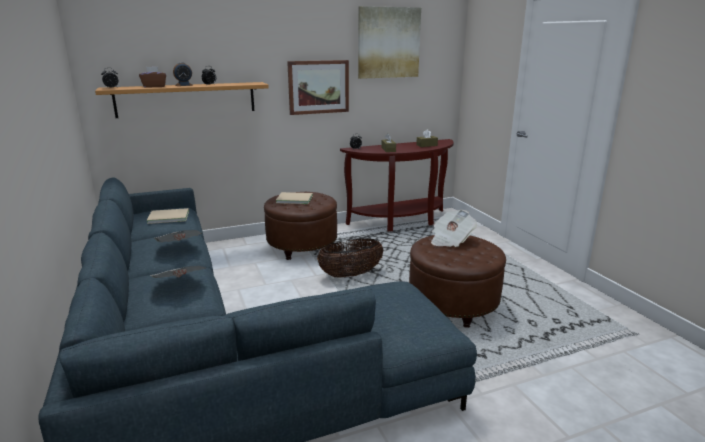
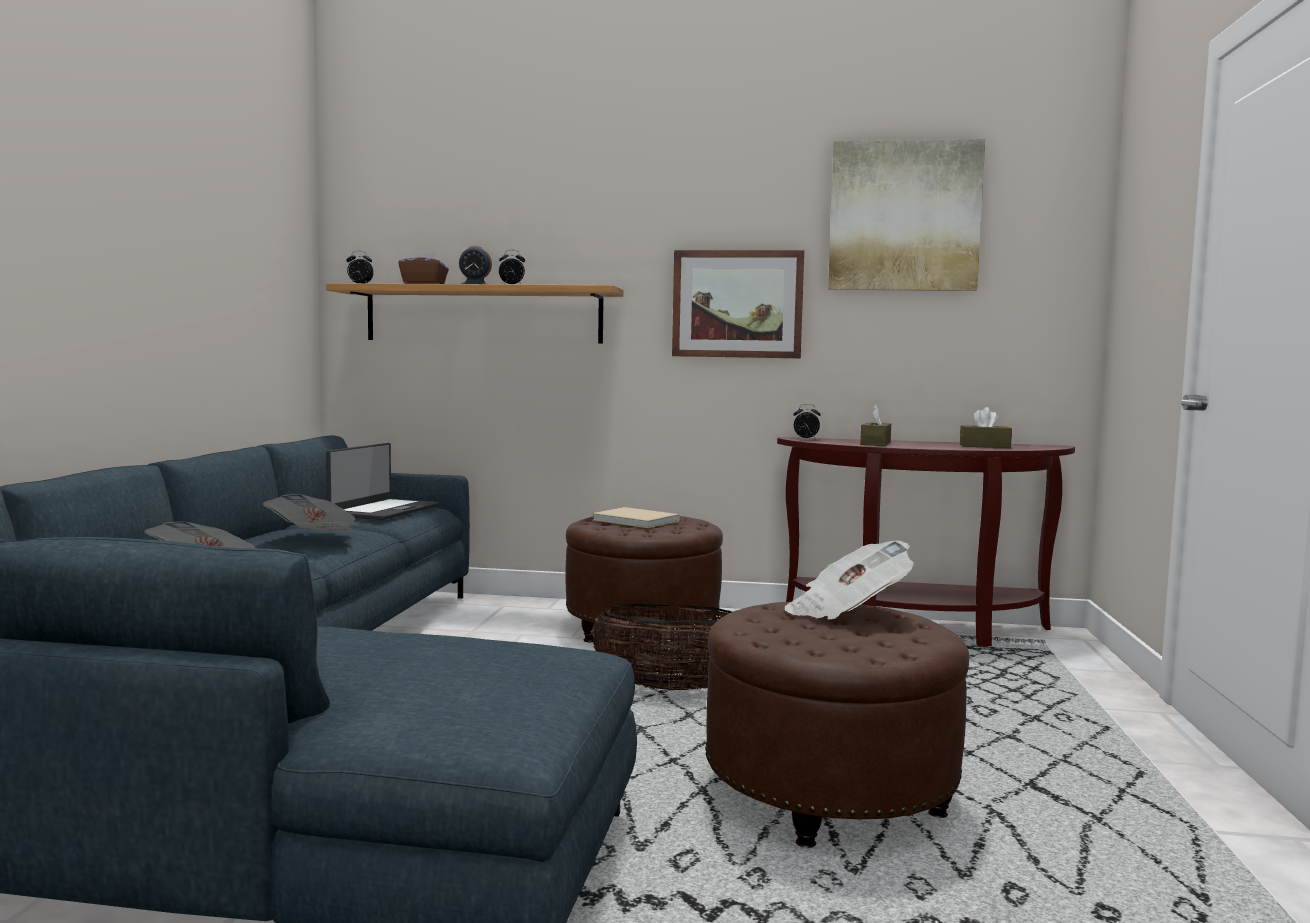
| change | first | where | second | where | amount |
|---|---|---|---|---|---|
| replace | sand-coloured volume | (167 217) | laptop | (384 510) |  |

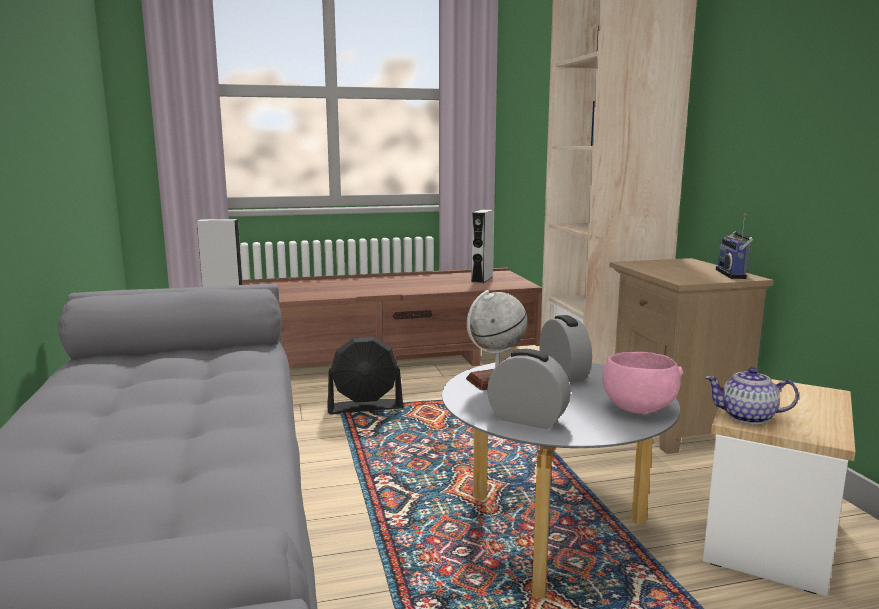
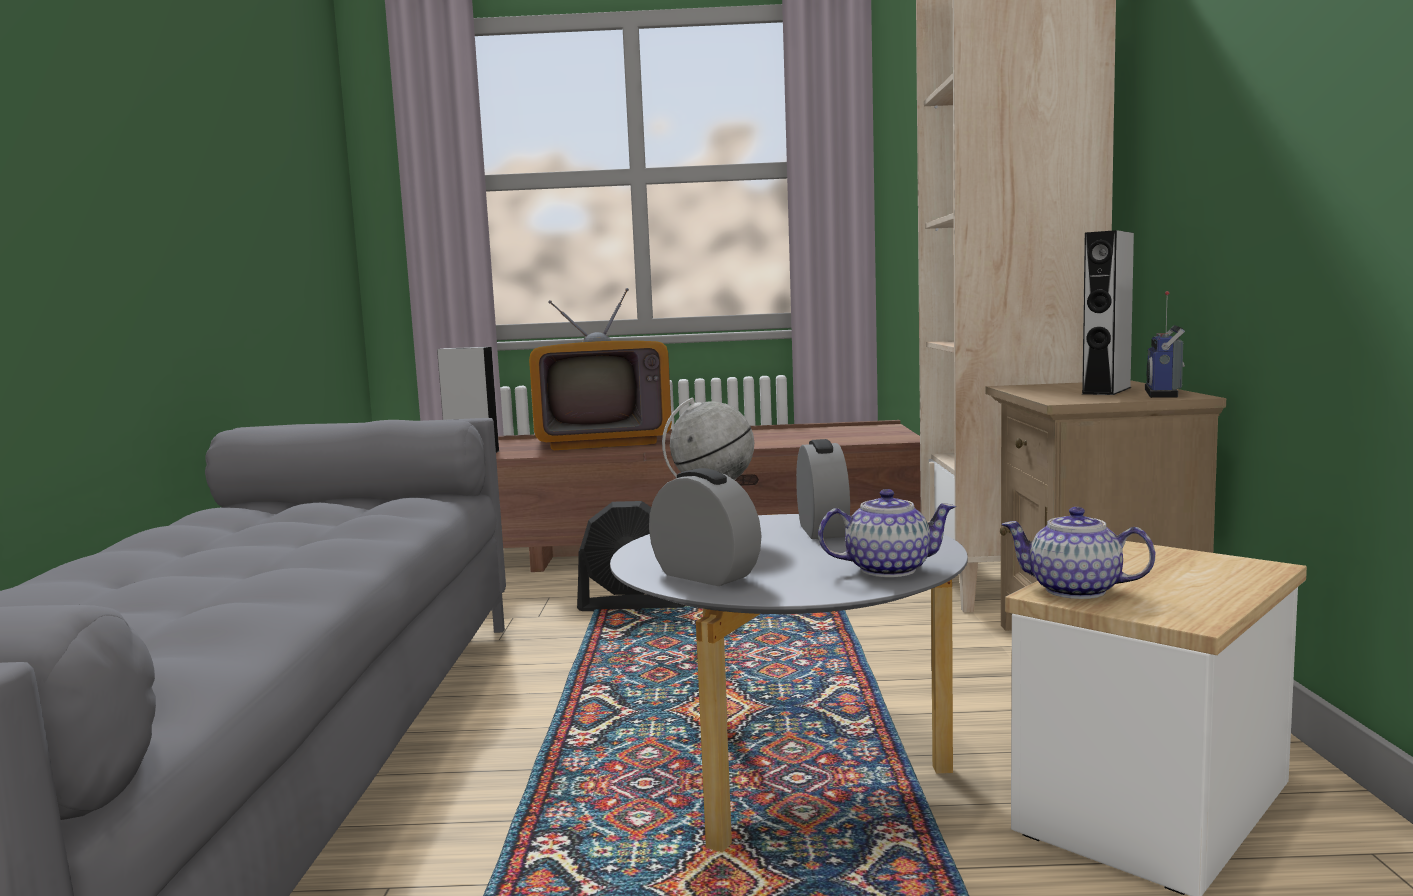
| change | first | where | second | where | amount |
|---|---|---|---|---|---|
| move | greyish speaker | (482 279) |  | (1106 390) |  |
| replace | pink serving bowl | (637 408) | pot for tea | (886 569) |  |
| insert |  |  | TV | (602 442) |  |

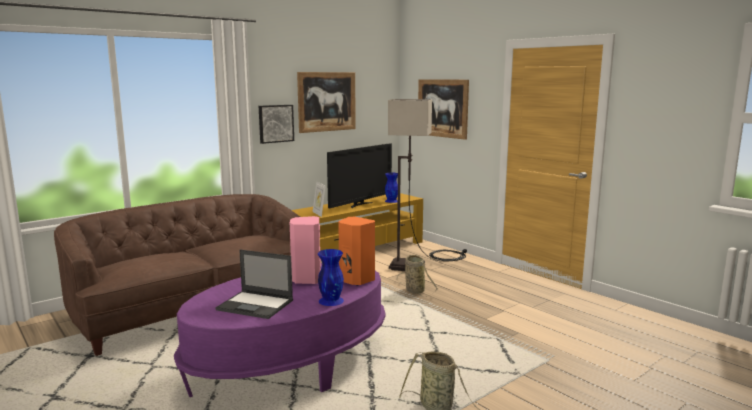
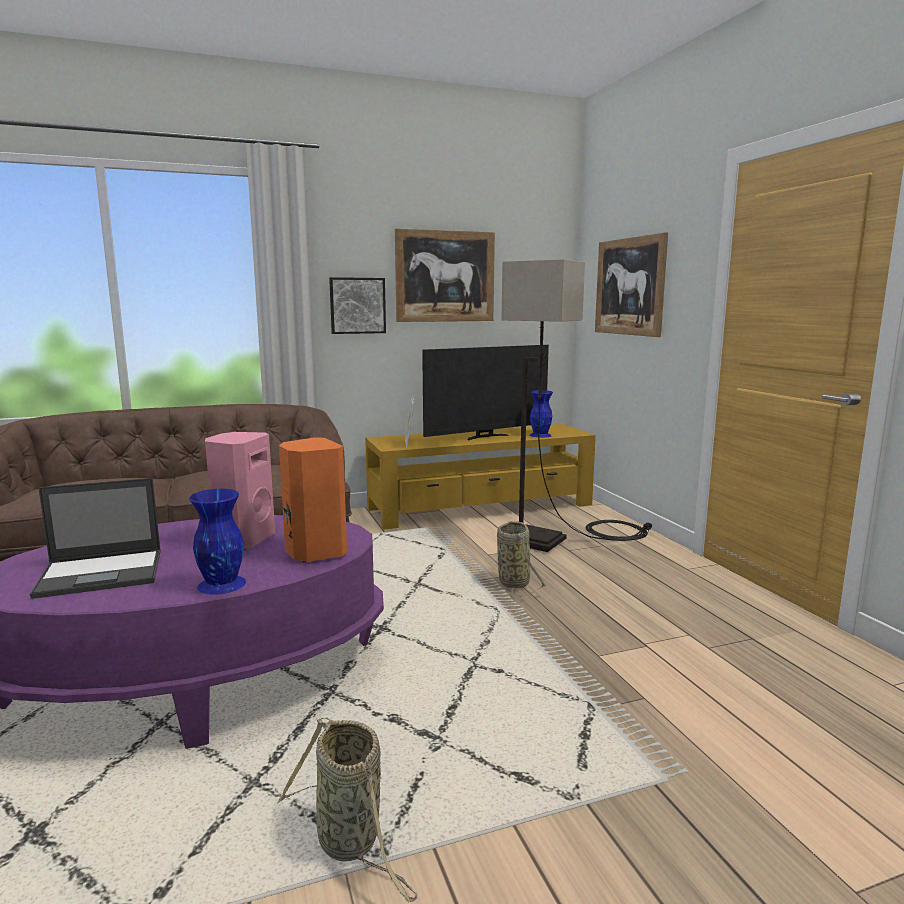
| change | first | where | second | where | amount |
|---|---|---|---|---|---|
| rotate | laptop | (256 305) |  | (103 573) | 60 degrees counterclockwise |

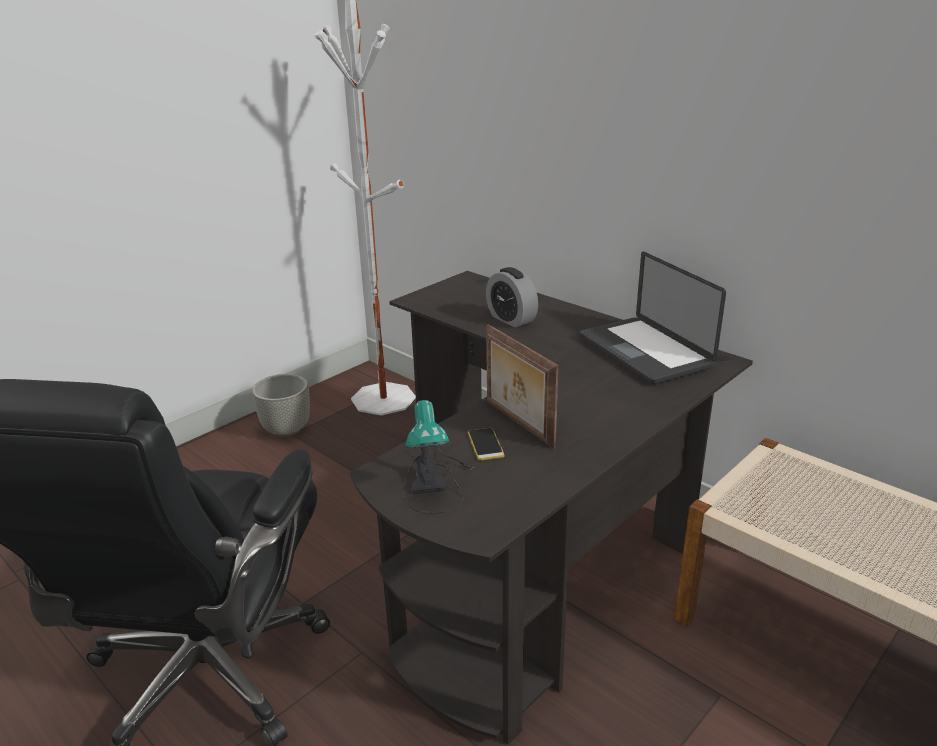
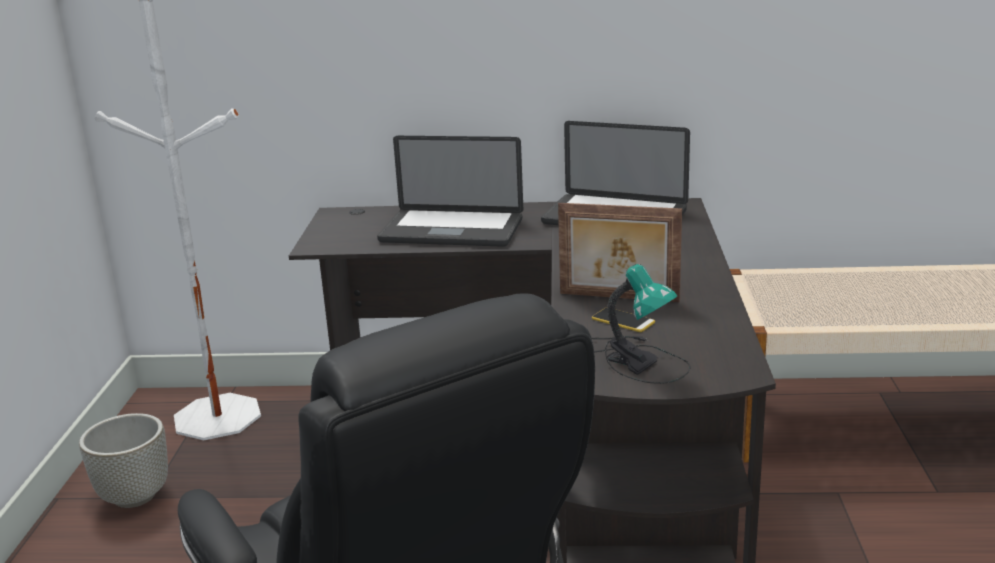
| change | first | where | second | where | amount |
|---|---|---|---|---|---|
| replace | table clock | (511 319) | laptop | (451 231) |  |

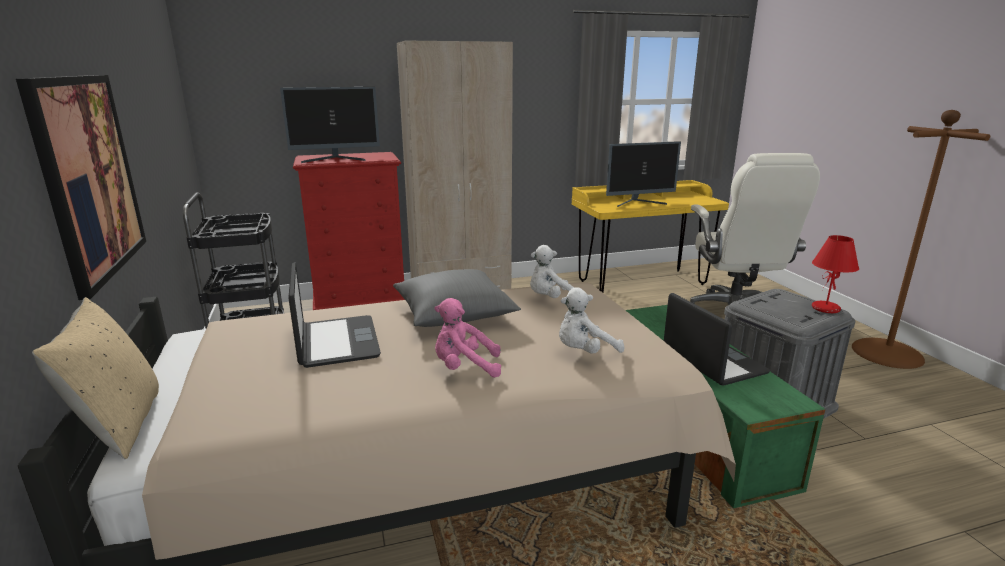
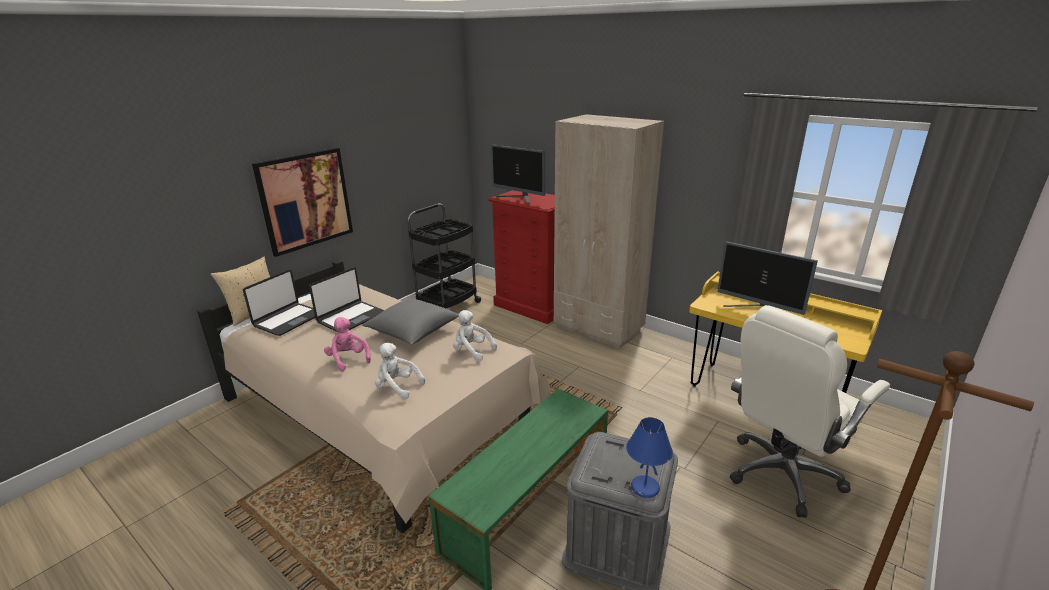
| change | first | where | second | where | amount |
|---|---|---|---|---|---|
| recolor | red tabletop lamp | (825 309) | blue-coloured tabletop lamp | (644 488) |  |
| move | laptop | (712 362) |  | (288 320) |  |

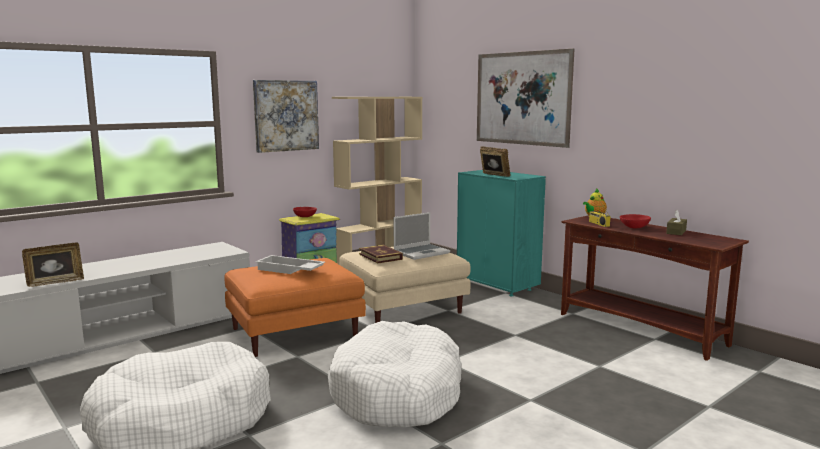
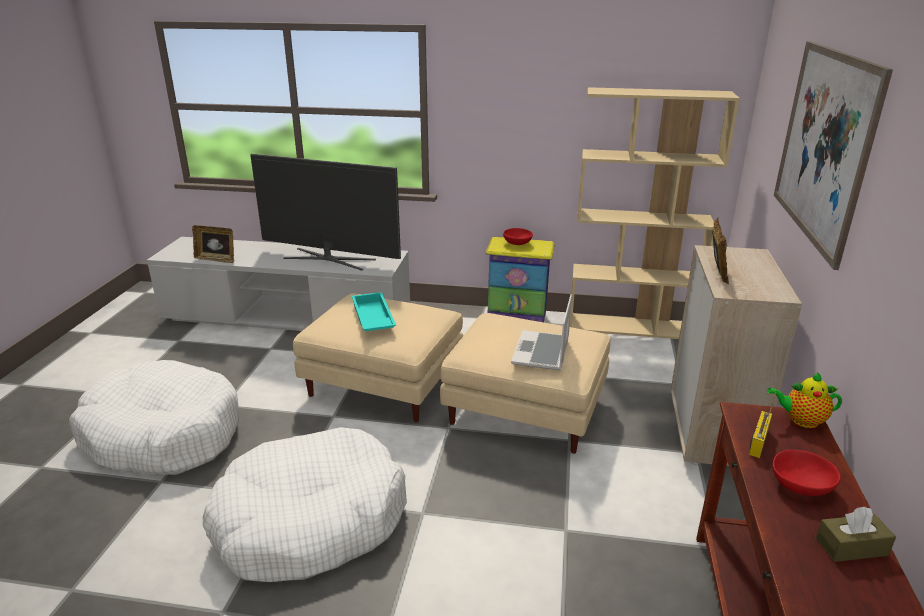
| change | first | where | second | where | amount |
|---|---|---|---|---|---|
| delete | wall art | (286 115) |  |  |  |
| recolor | blue-green cupboard | (498 286) | sand-coloured cupboard | (710 436) |  |
| rotate | laptop | (421 252) |  | (542 352) | 90 degrees clockwise |
| delete | volume | (380 257) |  |  |  |
| recolor | white-coloured carrying tray | (289 270) | blue-green carrying tray | (372 318) |  |
| recolor | orange-coloured ottoman | (296 332) | sand-coloured ottoman | (385 384) |  |
| insert |  |  | TV | (329 259) |  |

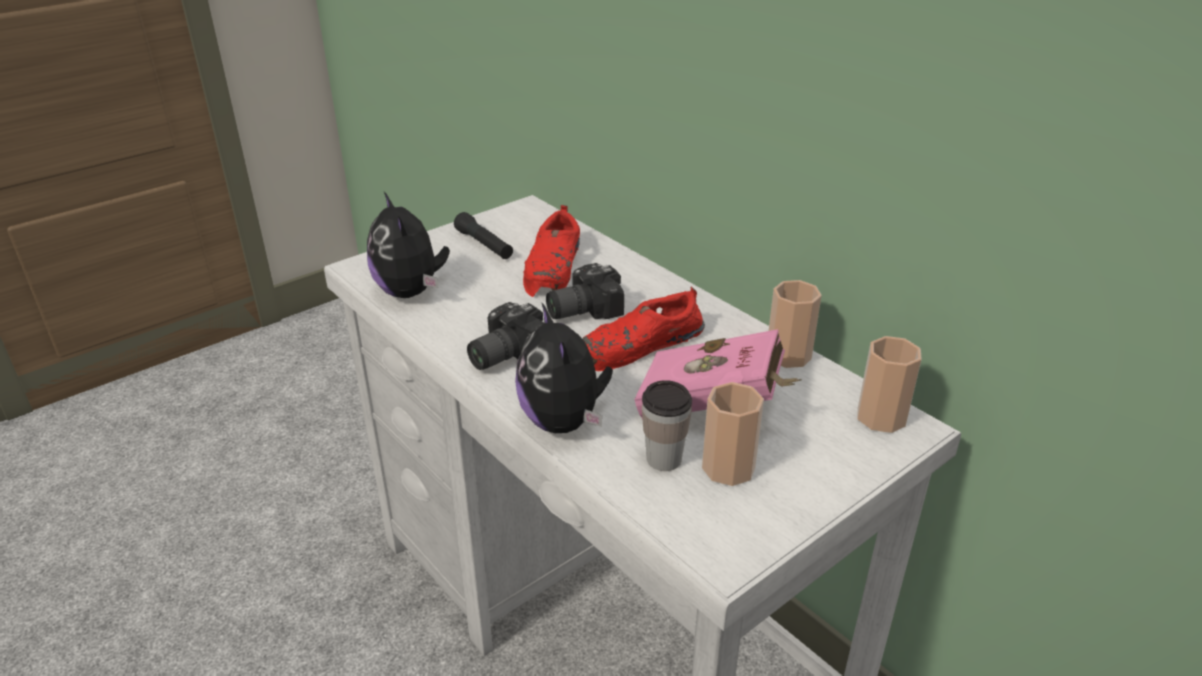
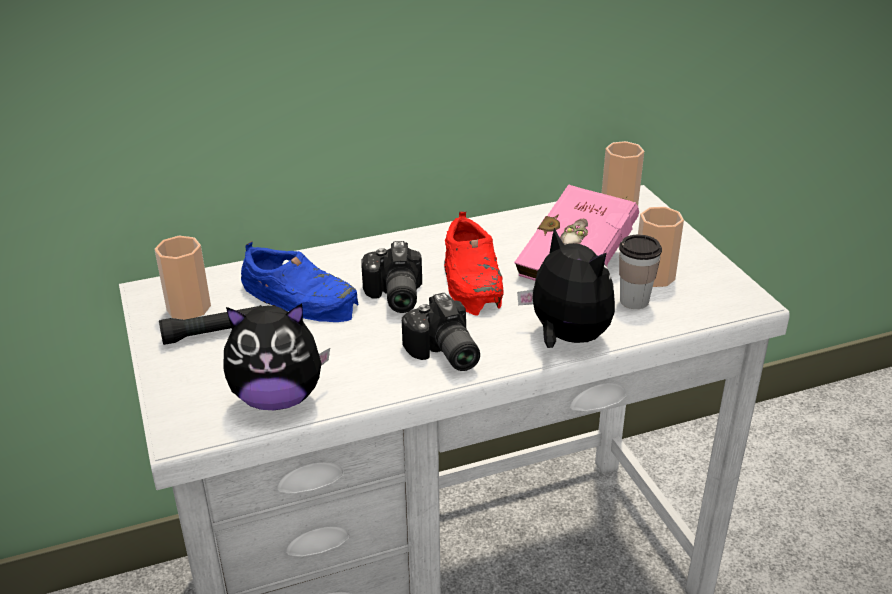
| change | first | where | second | where | amount |
|---|---|---|---|---|---|
| recolor | red low shoe | (554 267) | blue-coloured low shoe | (300 297) |  |
| move | cup | (788 355) |  | (188 308) |  |
| rotate | plush toy | (564 421) |  | (566 338) | 135 degrees counterclockwise |

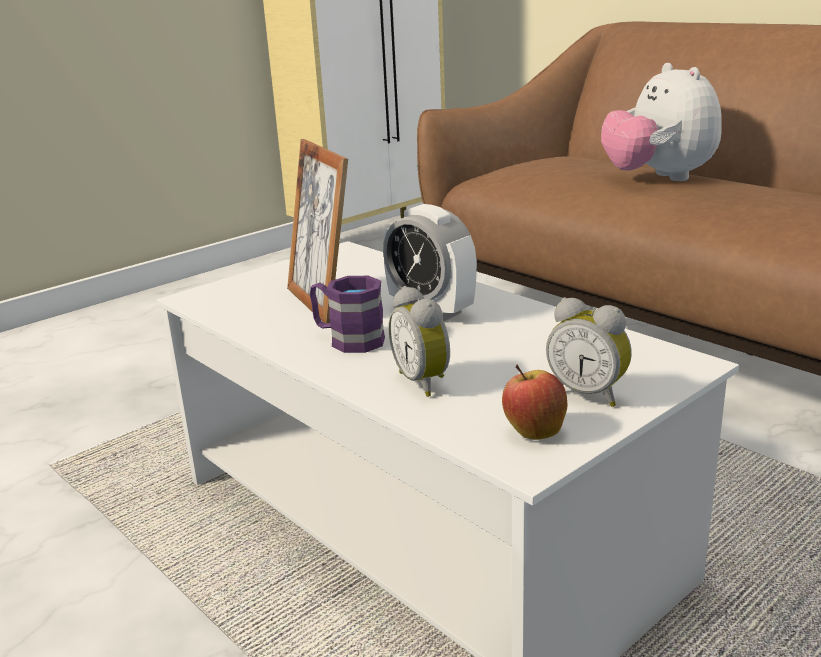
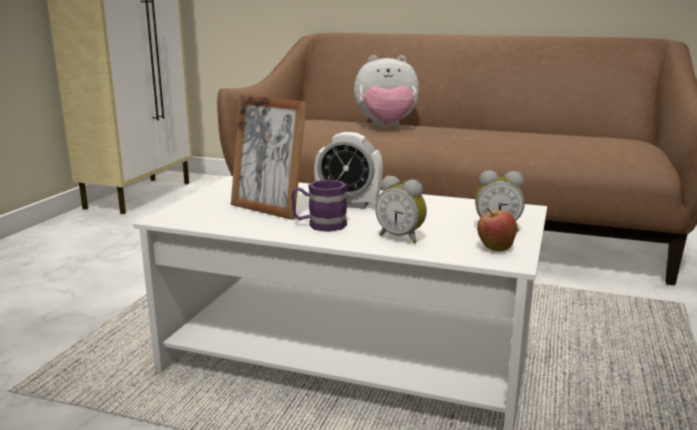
| change | first | where | second | where | amount |
|---|---|---|---|---|---|
| rotate | plush toy | (658 178) |  | (386 127) | 45 degrees counterclockwise |

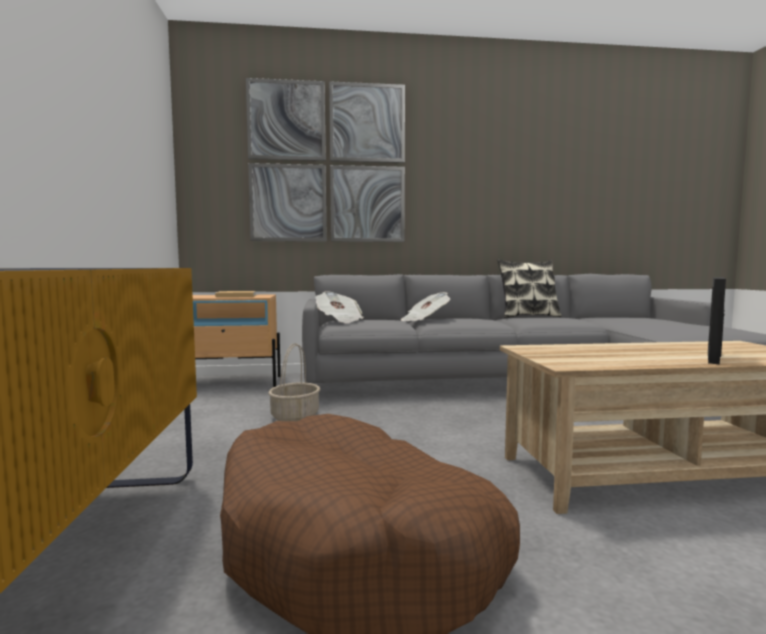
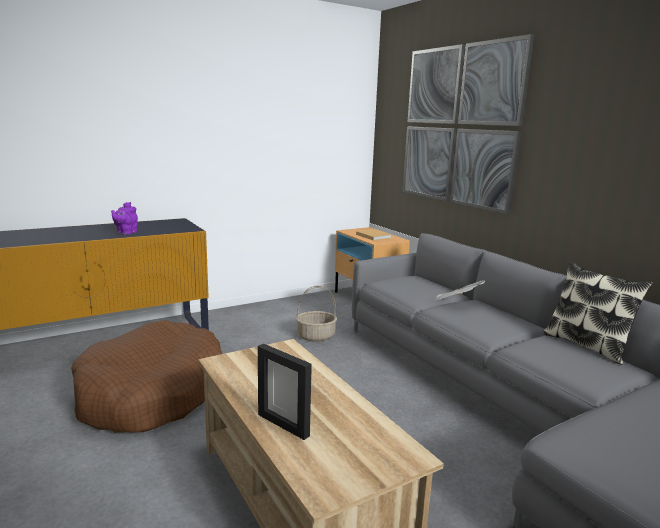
| change | first | where | second | where | amount |
|---|---|---|---|---|---|
| rotate | photo frame | (715 358) |  | (284 424) | 150 degrees counterclockwise |
| delete | daily paper | (339 320) |  |  |  |
| insert |  |  | purplish pot for tea | (126 232) |  |

